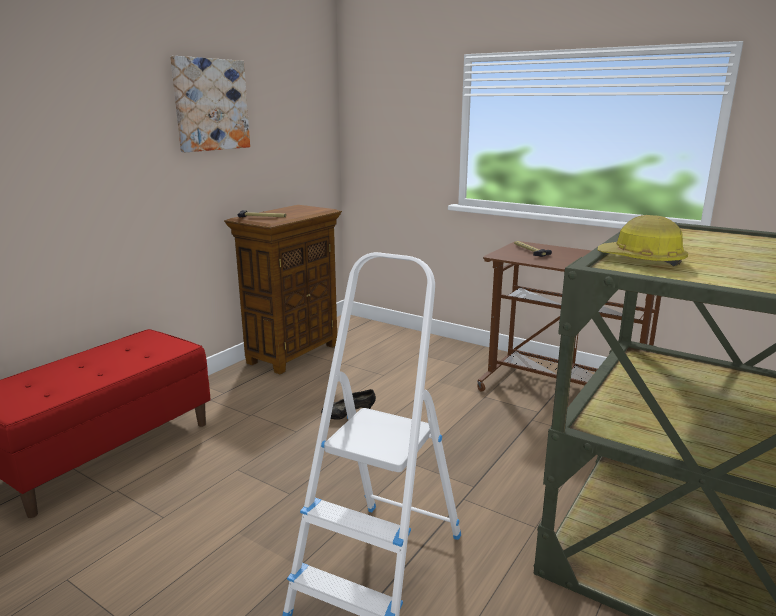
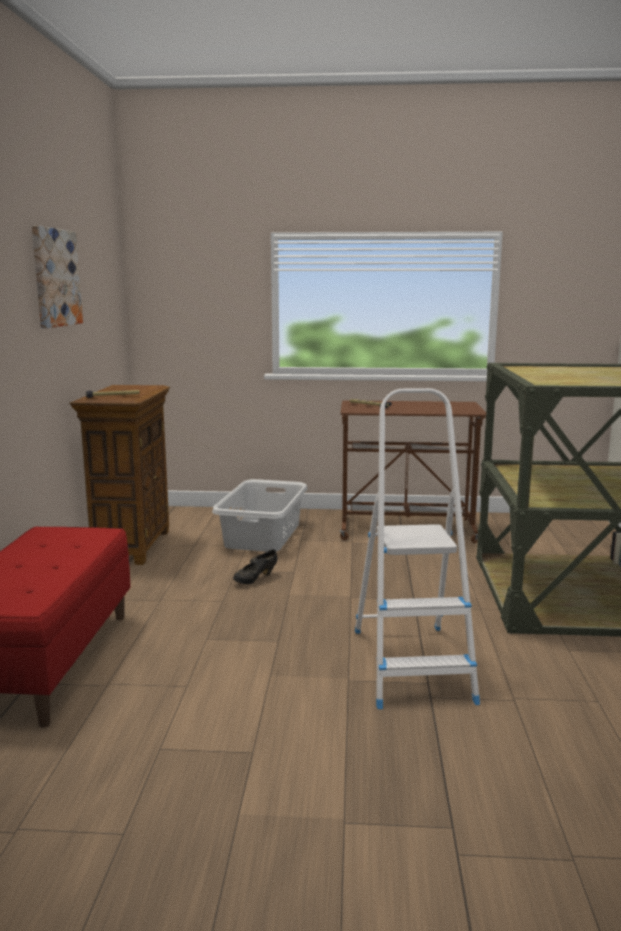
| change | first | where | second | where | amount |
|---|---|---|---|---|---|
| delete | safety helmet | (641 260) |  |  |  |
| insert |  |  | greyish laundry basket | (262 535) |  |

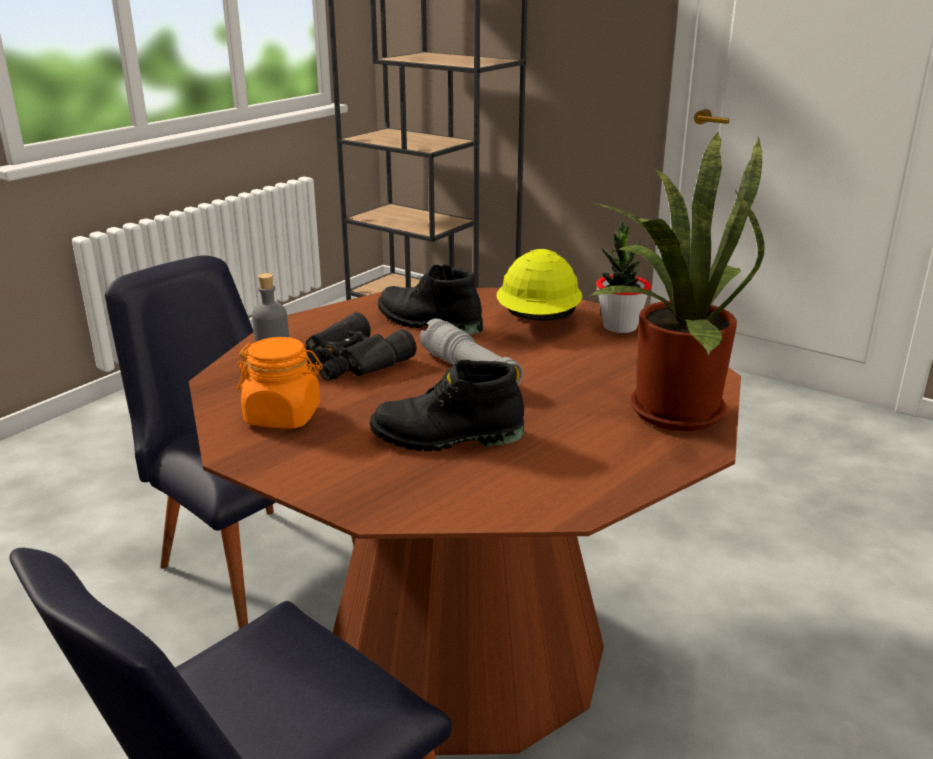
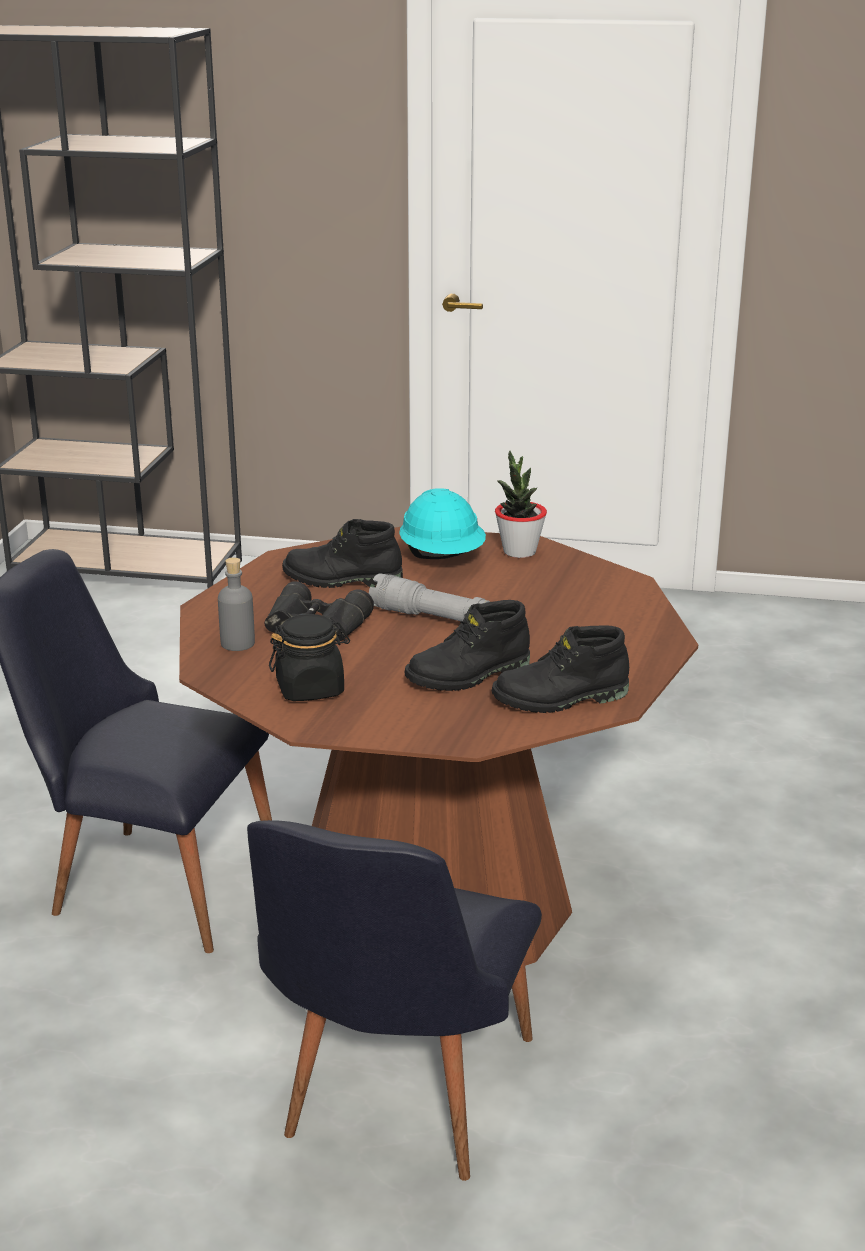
| change | first | where | second | where | amount |
|---|---|---|---|---|---|
| delete | plant in a pot | (666 409) |  |  |  |
| recolor | yellowish safety helmet | (539 321) | blue-green safety helmet | (442 559) |  |
| recolor | orange-coloured preserve jar | (283 416) | black preserve jar | (310 689) |  |
| insert |  |  | black high-top boot | (561 699) |  |

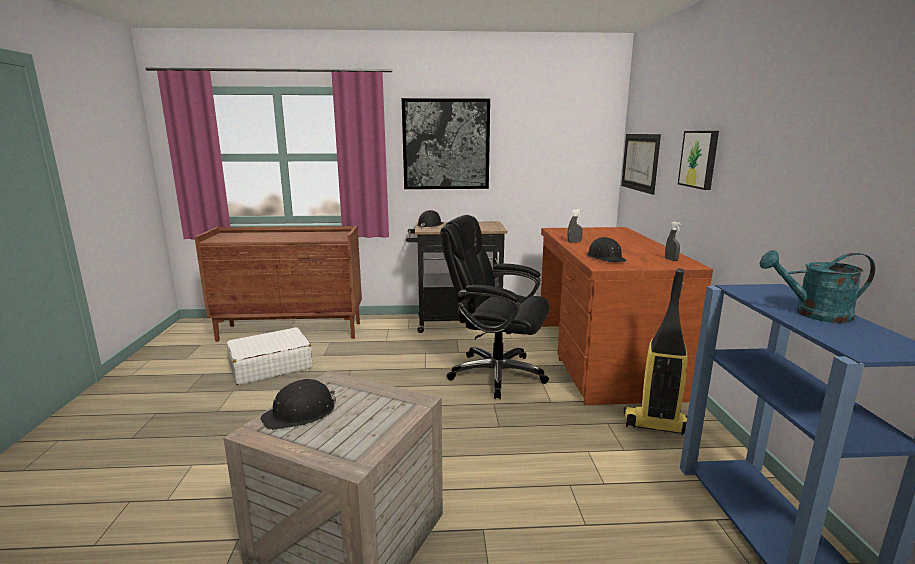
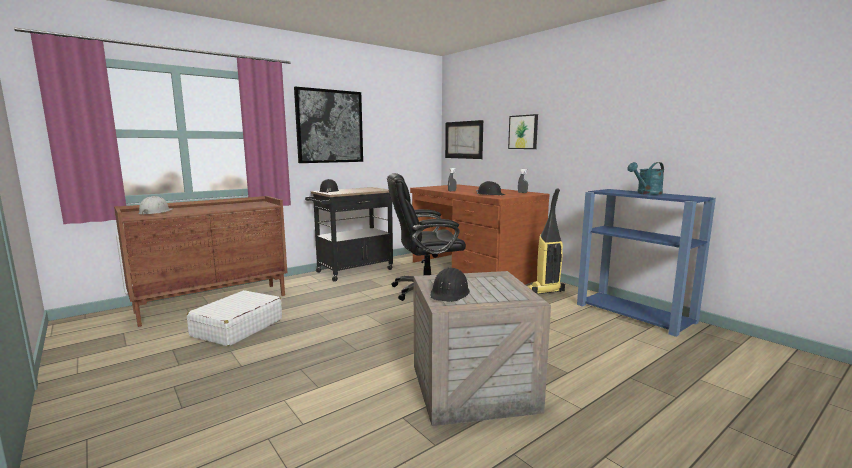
| change | first | where | second | where | amount |
|---|---|---|---|---|---|
| insert |  |  | white-coloured safety helmet | (155 212) |  |

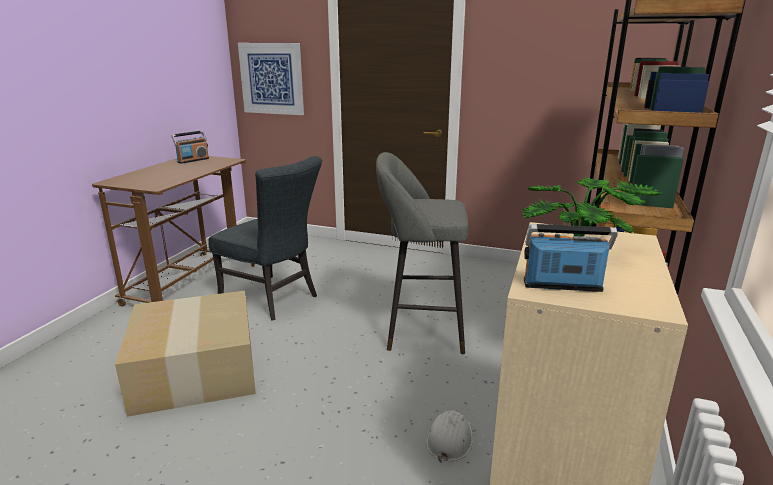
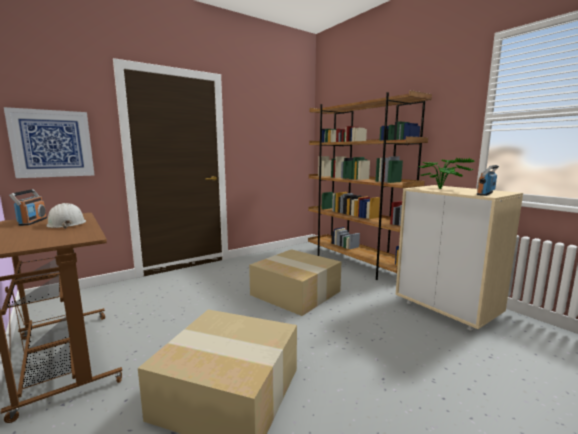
| change | first | where | second | where | amount |
|---|---|---|---|---|---|
| replace | greyish sitting stool | (419 331) | carton | (294 293) |  |
| delete | greyish plain chair | (274 299) |  |  |  |
| move | white-coloured safety helmet | (449 440) |  | (66 224) |  |

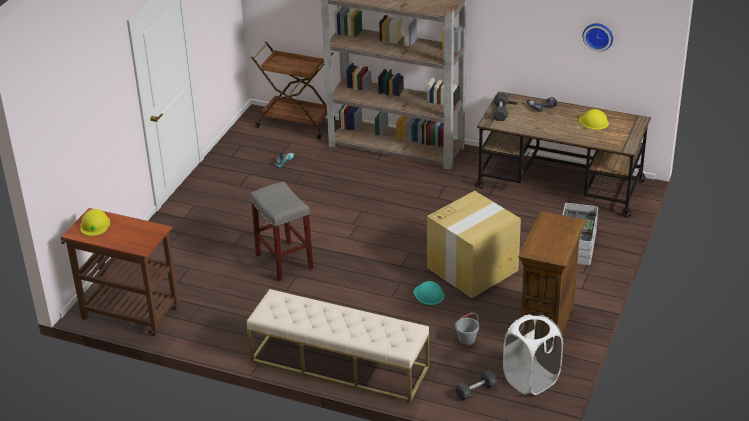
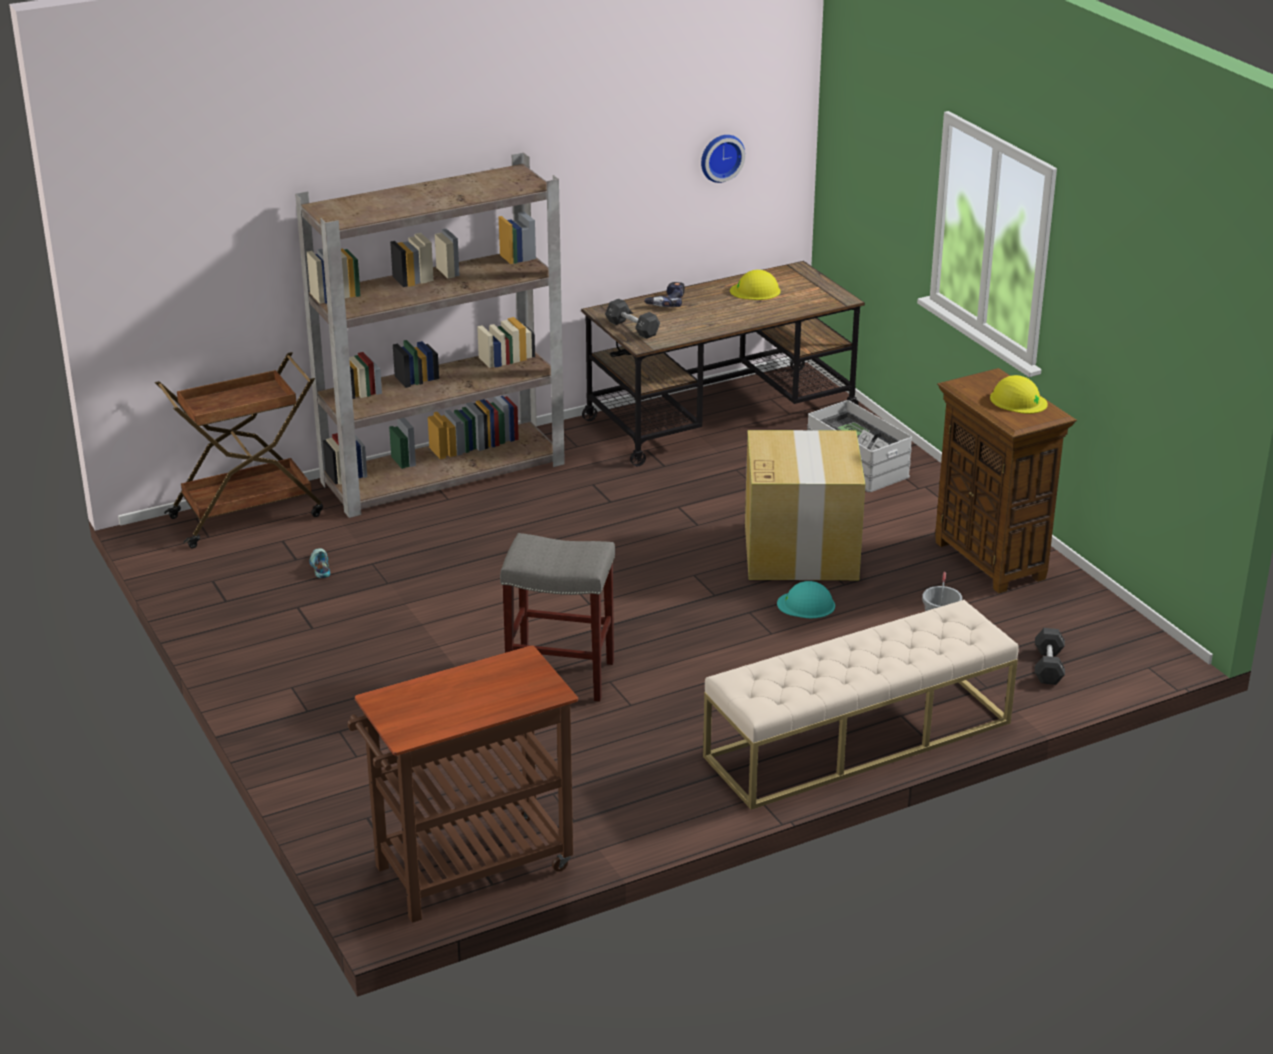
| change | first | where | second | where | amount |
|---|---|---|---|---|---|
| move | yellowish safety helmet | (95 225) |  | (1018 401) |  |
| delete | white-coloured laundry basket | (531 380) |  |  |  |

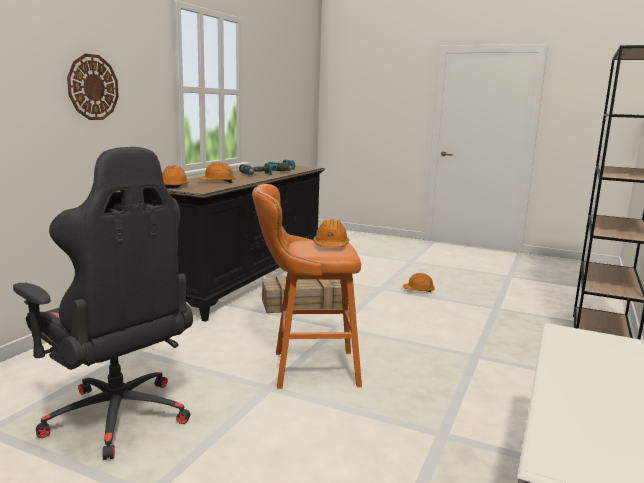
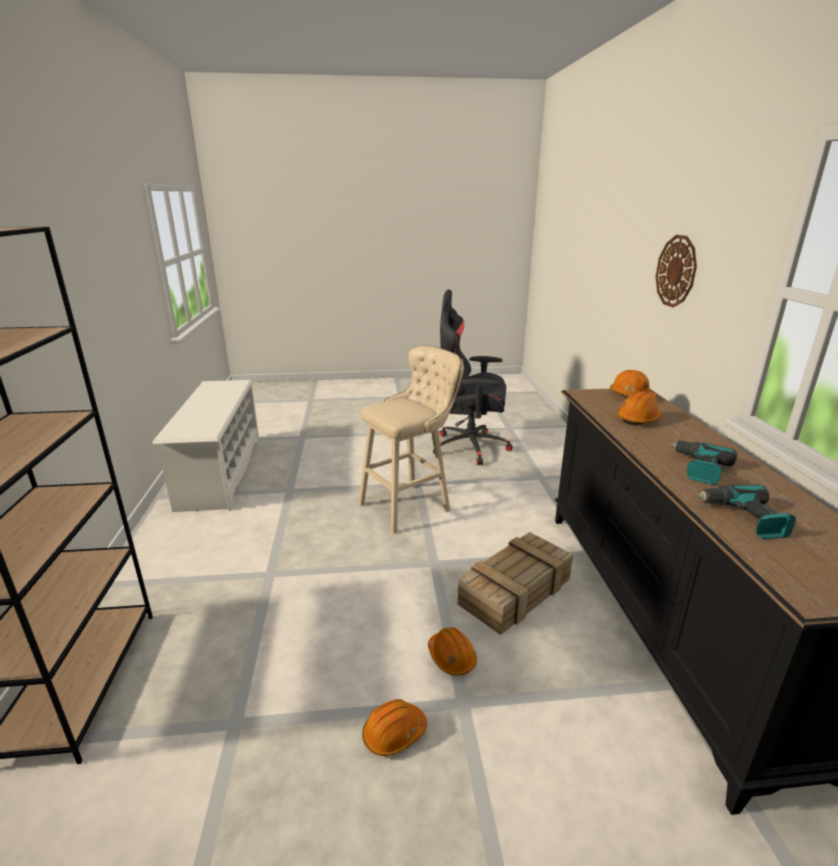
| change | first | where | second | where | amount |
|---|---|---|---|---|---|
| recolor | orange-coloured sitting stool | (303 368) | sand-coloured sitting stool | (413 504) |  |
| move | orange-coloured safety helmet | (331 246) |  | (451 658) |  |

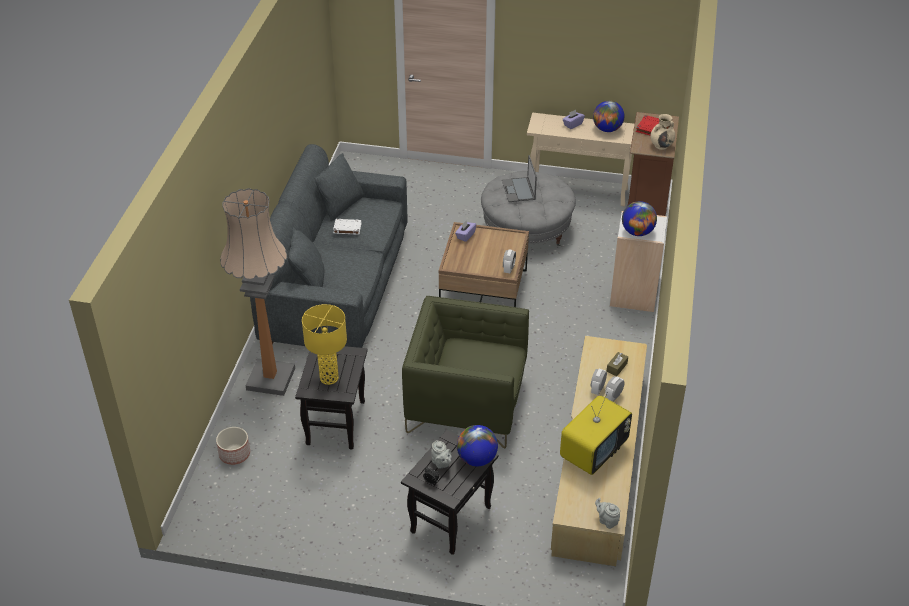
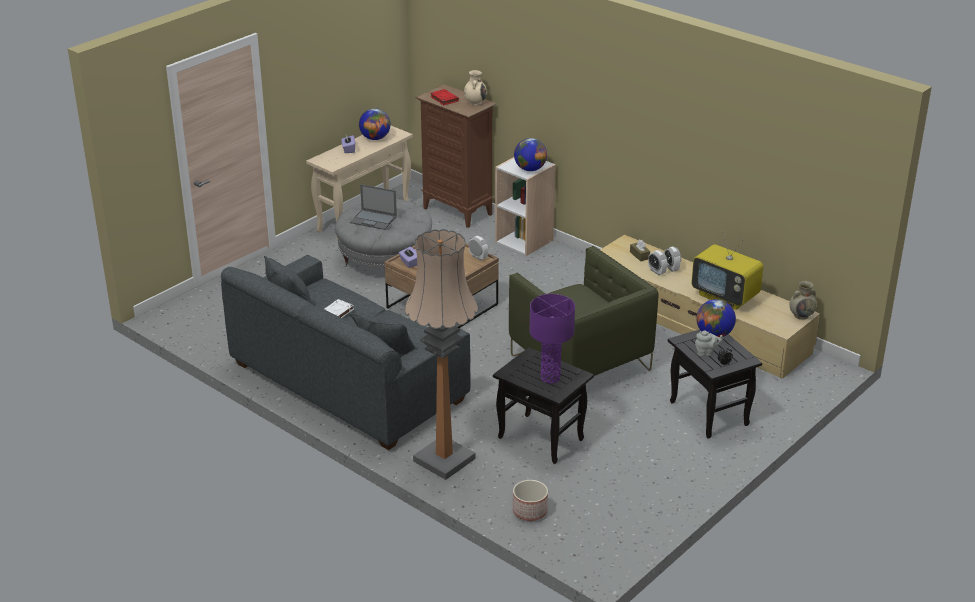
| change | first | where | second | where | amount |
|---|---|---|---|---|---|
| rotate | greenish armchair | (466 404) |  | (580 362) | 75 degrees counterclockwise |
| recolor | yellowish tabletop lamp | (328 378) | purplish tabletop lamp | (550 378) |  |
| rotate | TV | (593 453) |  | (726 297) | 150 degrees clockwise |
| replace | greyish pot for tea | (607 521) | sand-coloured flower vase | (801 315) |  |

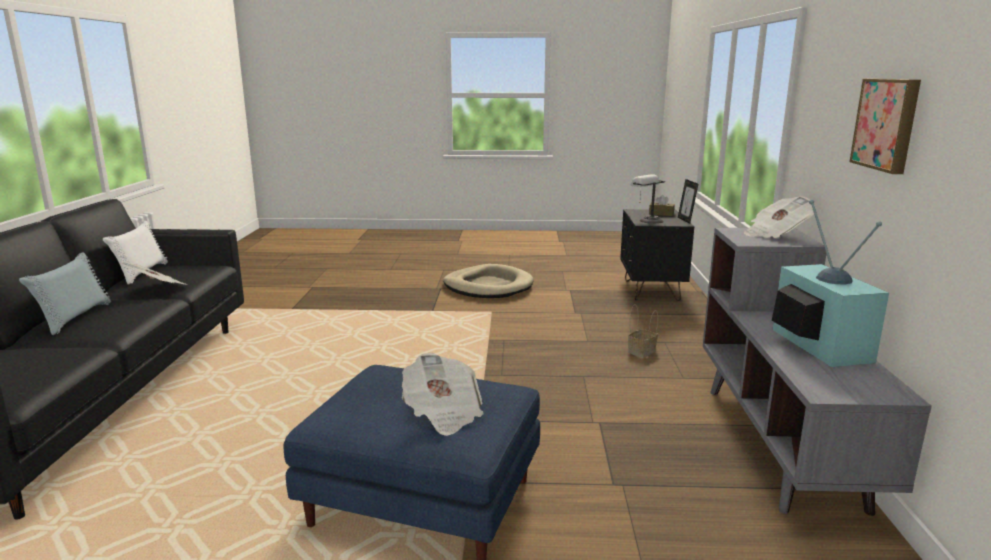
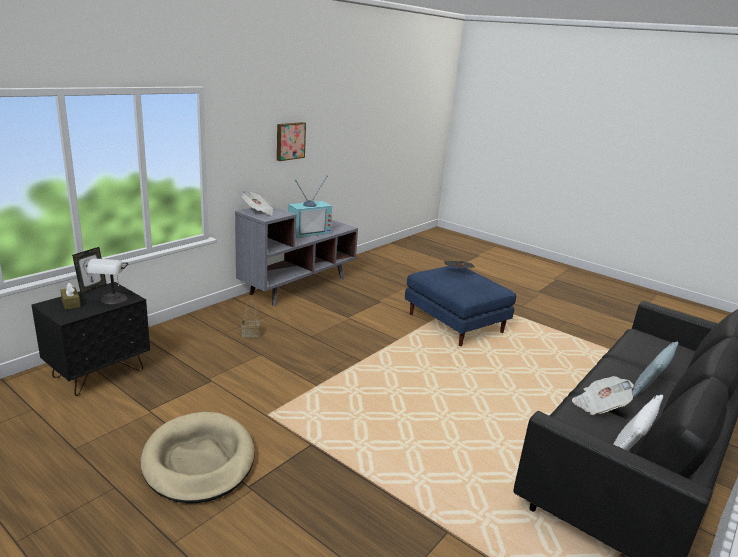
| change | first | where | second | where | amount |
|---|---|---|---|---|---|
| rotate | TV | (815 345) |  | (308 232) | 150 degrees counterclockwise |

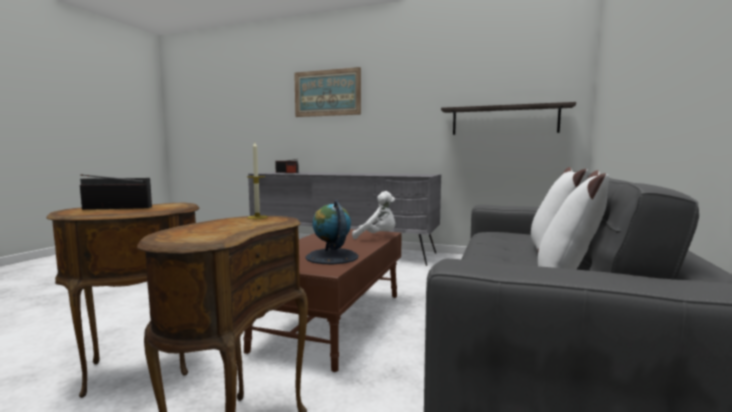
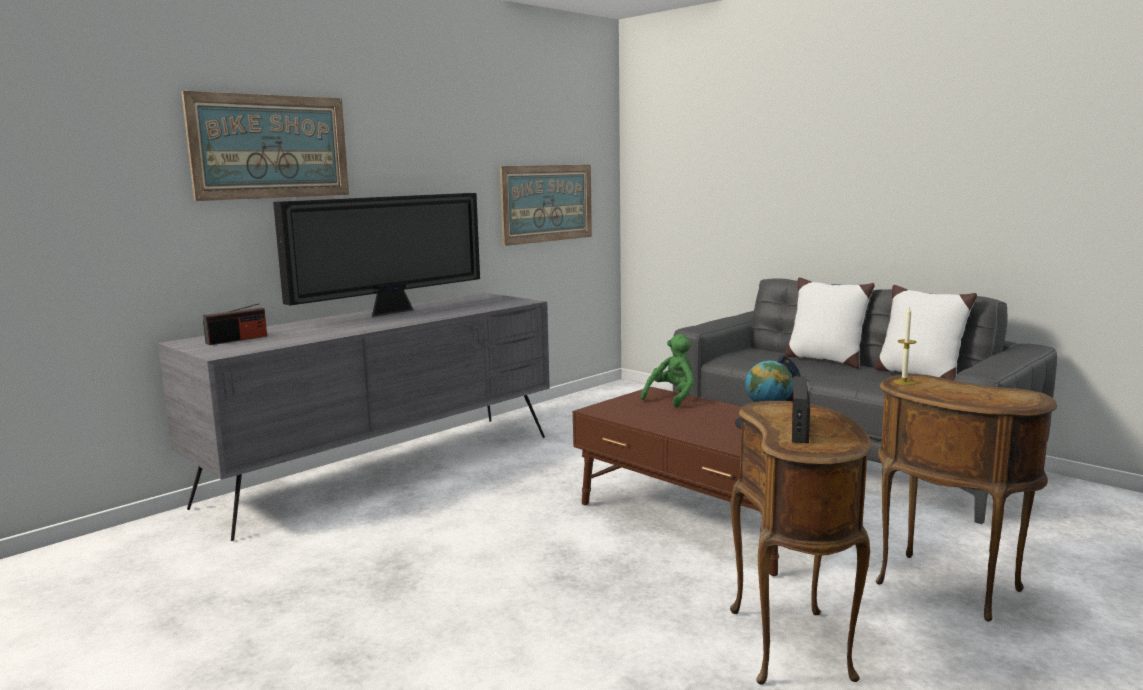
| change | first | where | second | where | amount |
|---|---|---|---|---|---|
| replace | bracket shelf | (504 120) | wall art | (547 203) |  |
| recolor | white-coloured plush toy | (377 237) | greenish plush toy | (672 398) |  |
| insert |  |  | TV | (392 312) |  |

